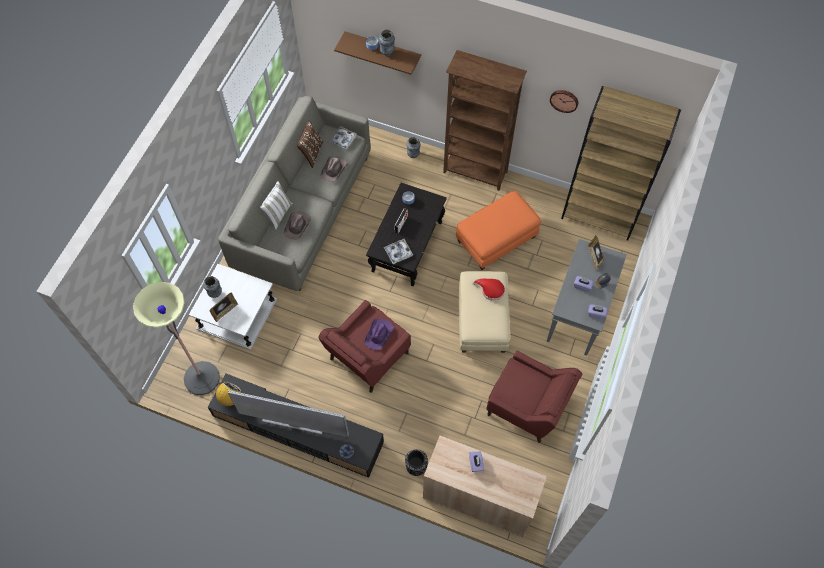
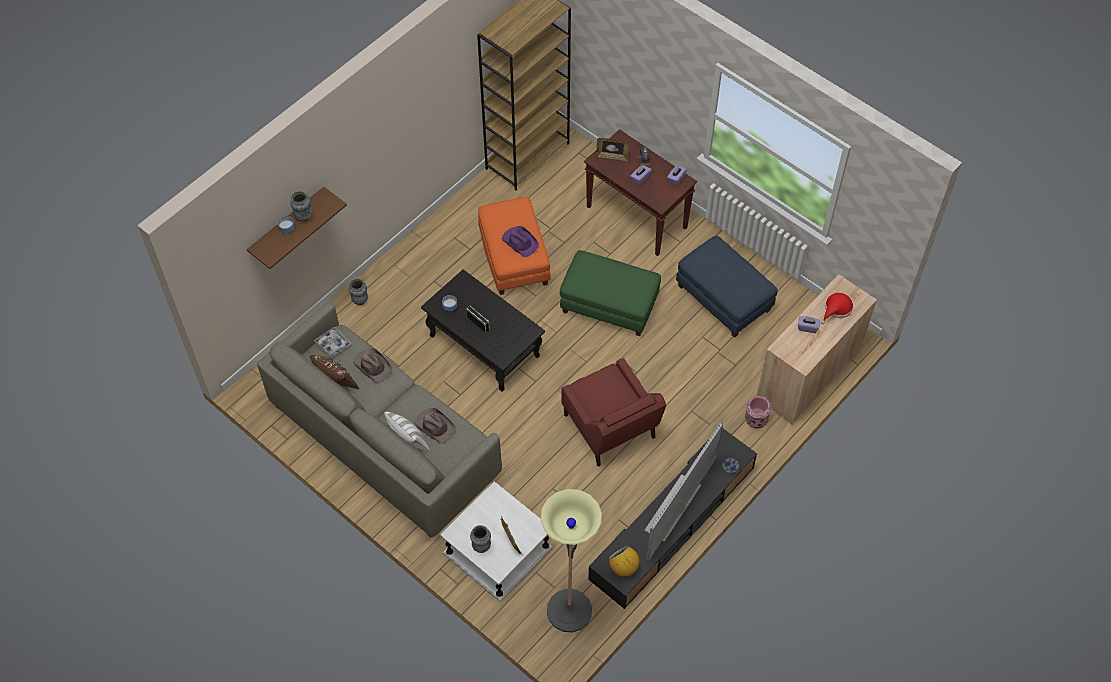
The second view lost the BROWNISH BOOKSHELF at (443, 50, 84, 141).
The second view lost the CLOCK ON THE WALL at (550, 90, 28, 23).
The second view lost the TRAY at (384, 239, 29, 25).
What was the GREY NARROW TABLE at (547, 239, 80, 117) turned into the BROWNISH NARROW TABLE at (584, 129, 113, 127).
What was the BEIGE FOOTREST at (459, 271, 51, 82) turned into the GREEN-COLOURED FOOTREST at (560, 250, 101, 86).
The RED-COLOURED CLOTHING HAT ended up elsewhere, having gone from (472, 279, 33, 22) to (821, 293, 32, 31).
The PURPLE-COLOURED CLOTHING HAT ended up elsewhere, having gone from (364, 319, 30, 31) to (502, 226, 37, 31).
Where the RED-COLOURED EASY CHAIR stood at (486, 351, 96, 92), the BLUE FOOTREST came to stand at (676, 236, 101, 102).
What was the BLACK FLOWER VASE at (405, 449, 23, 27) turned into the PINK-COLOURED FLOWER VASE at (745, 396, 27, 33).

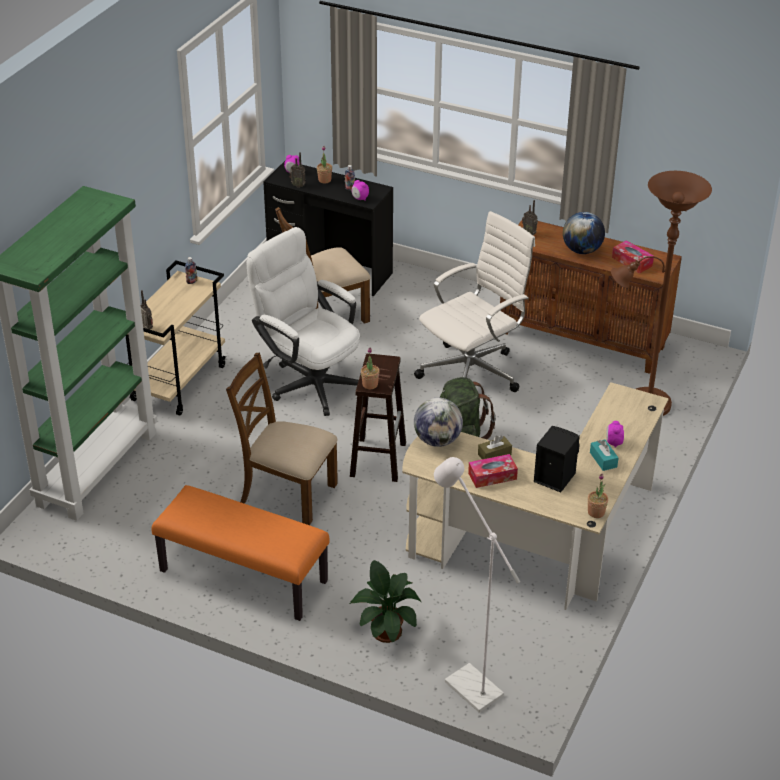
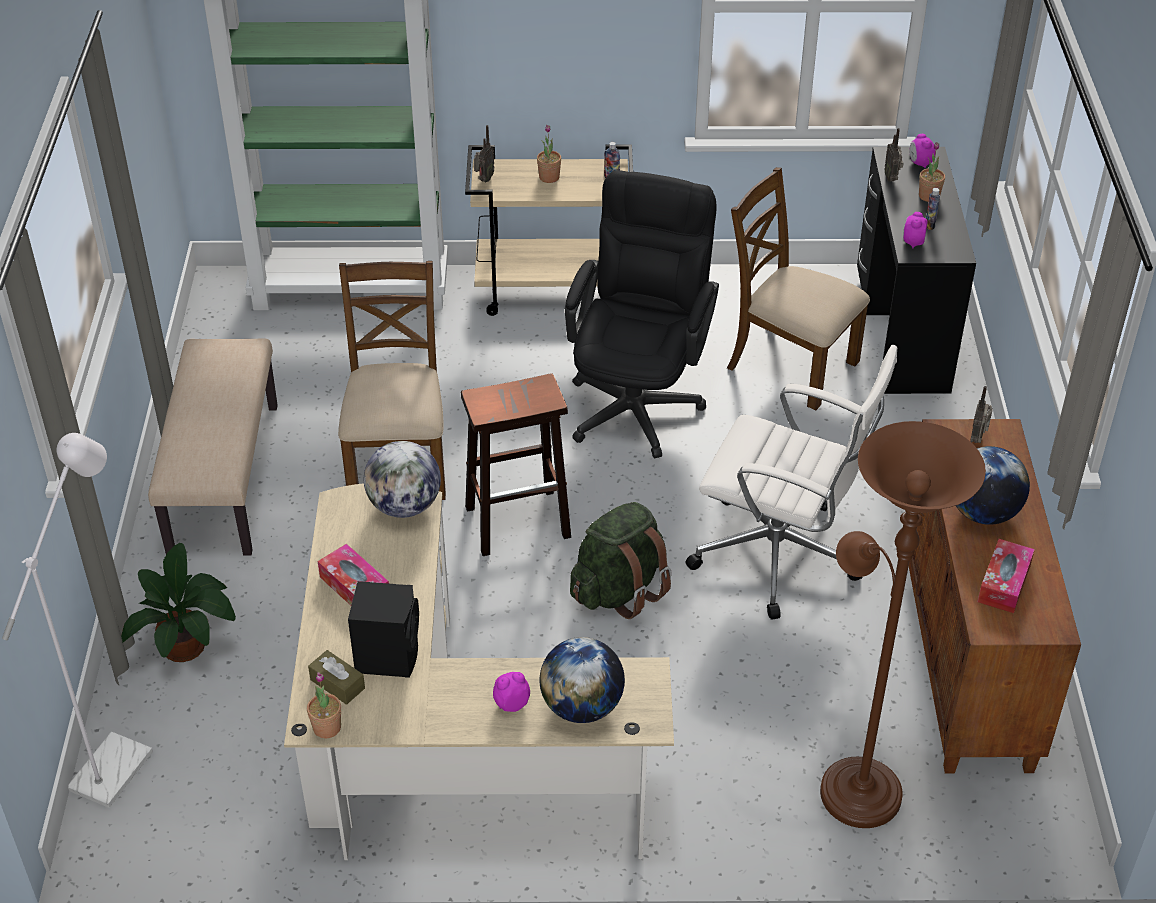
What was the WHITISH COMPUTER CHAIR at (246, 227, 114, 189) turned into the BLACK COMPUTER CHAIR at (565, 170, 154, 289).
The HOUSEPLANT ended up elsewhere, having gone from (361, 347, 19, 42) to (537, 125, 24, 58).
The BROWNISH BOX OF TISSUES ended up elsewhere, having gone from (478, 435, 34, 24) to (308, 650, 57, 55).
The second view lost the BLUE-GREEN BOX OF TISSUES at (590, 439, 28, 32).
What was the ORANGE LONG SEAT at (152, 485, 177, 136) turned into the BEIGE LONG SEAT at (148, 338, 130, 218).
The second view gained the GLOBE at (540, 637, 85, 86).

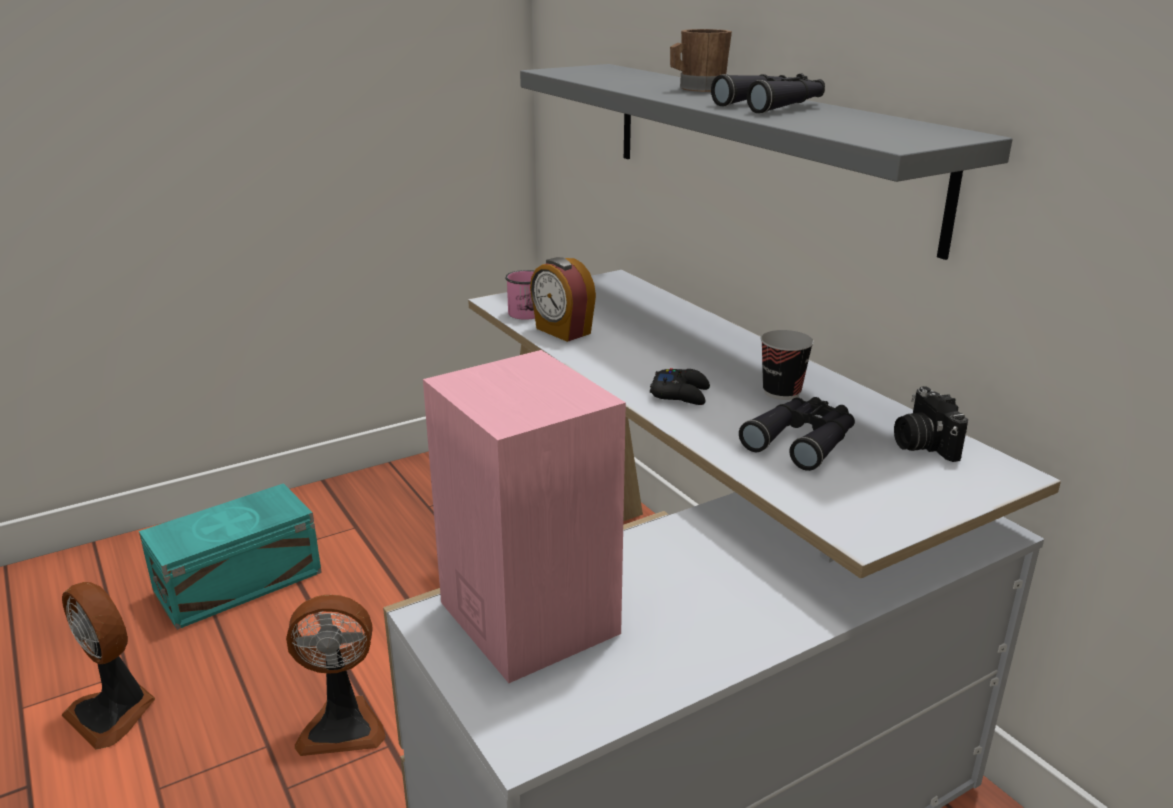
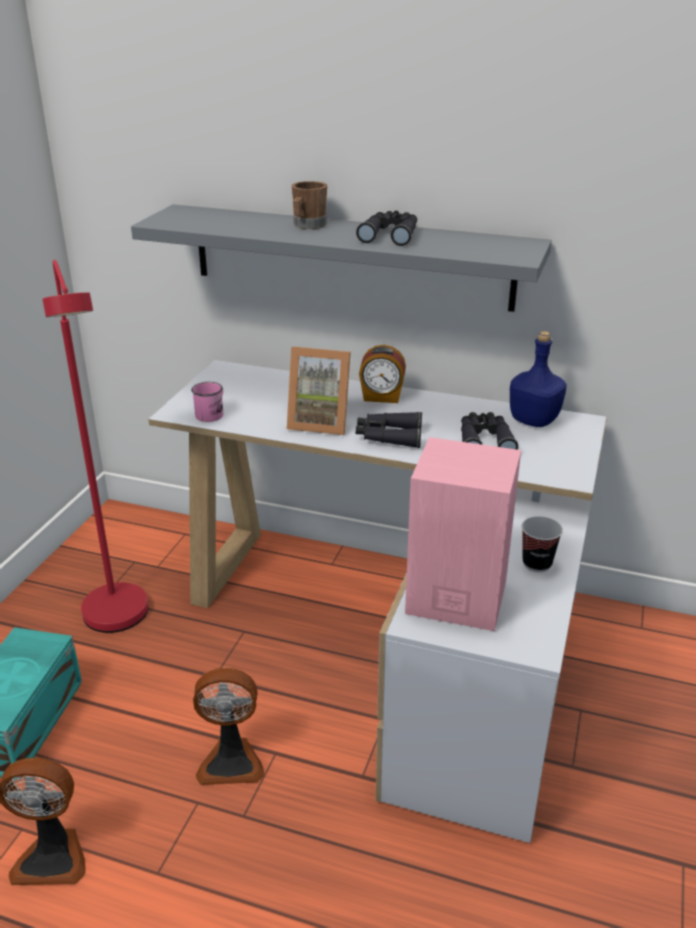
The BEDSIDE CLOCK ended up elsewhere, having gone from (530, 257, 66, 85) to (359, 345, 47, 58).
The DRINKING CUP ended up elsewhere, having gone from (761, 330, 53, 70) to (522, 516, 41, 56).
Where the BLACK GAMEPAD stood at (650, 368, 60, 37), the BLACK FIELD GLASSES came to stand at (356, 412, 66, 36).
Where the STILL CAMERA stood at (894, 386, 74, 76), the BLUE BOTTLE came to stand at (510, 331, 57, 96).
The ELECTRIC FAN at (286, 595, 100, 161) ended up facing another way, 45 degrees clockwise from before.
The second view gained the RED-COLOURED STANDARD LAMP at (42, 260, 107, 373).
The second view gained the PICTURE FRAME at (287, 347, 64, 88).

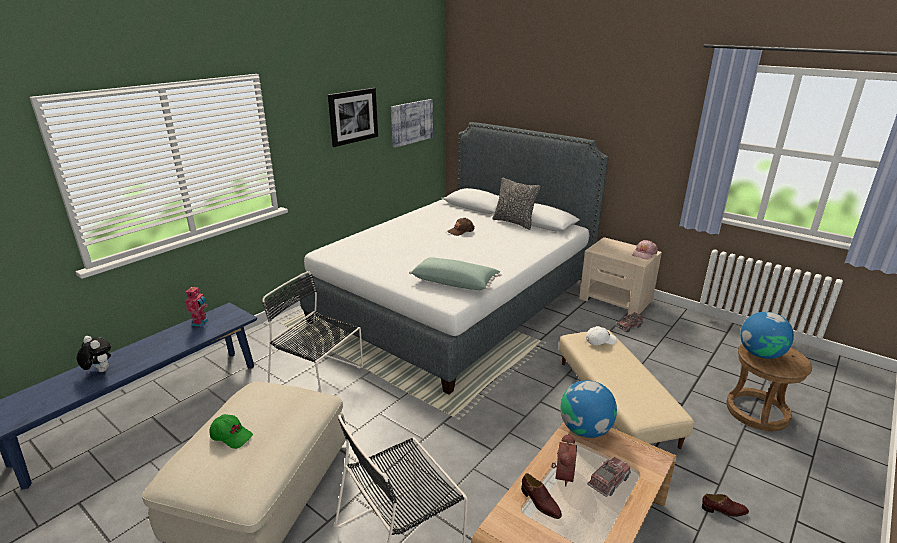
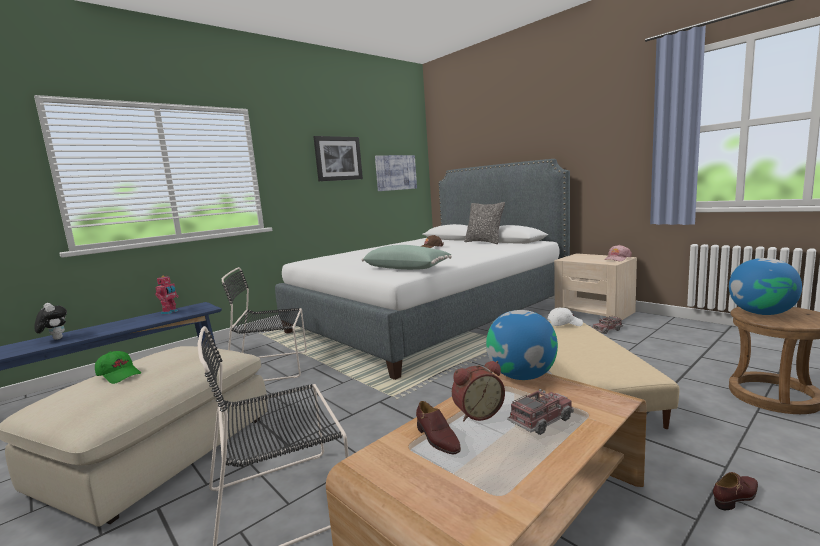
The BLACK CHAIR at (262, 271, 101, 122) ended up facing another way, 45 degrees counterclockwise from before.
The BEDSIDE CLOCK at (551, 433, 26, 53) ended up facing another way, 45 degrees clockwise from before.
The BROWNISH LOW SHOE at (702, 494, 47, 23) ended up facing another way, 45 degrees counterclockwise from before.

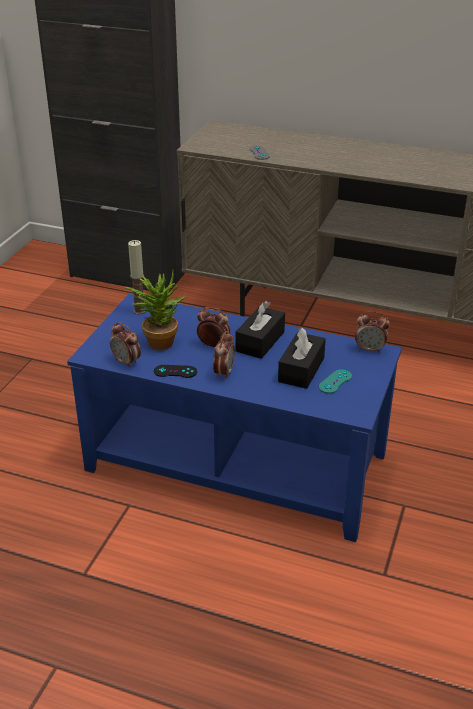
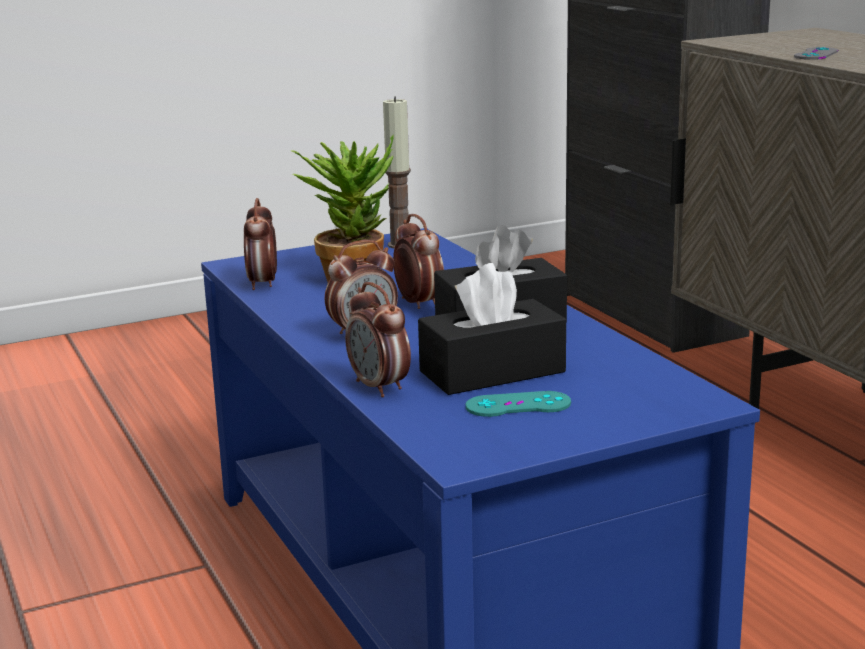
The BEDSIDE CLOCK ended up elsewhere, having gone from (355, 311, 35, 42) to (345, 282, 66, 115).
The second view lost the BLACK GAMEPAD at (154, 365, 43, 13).

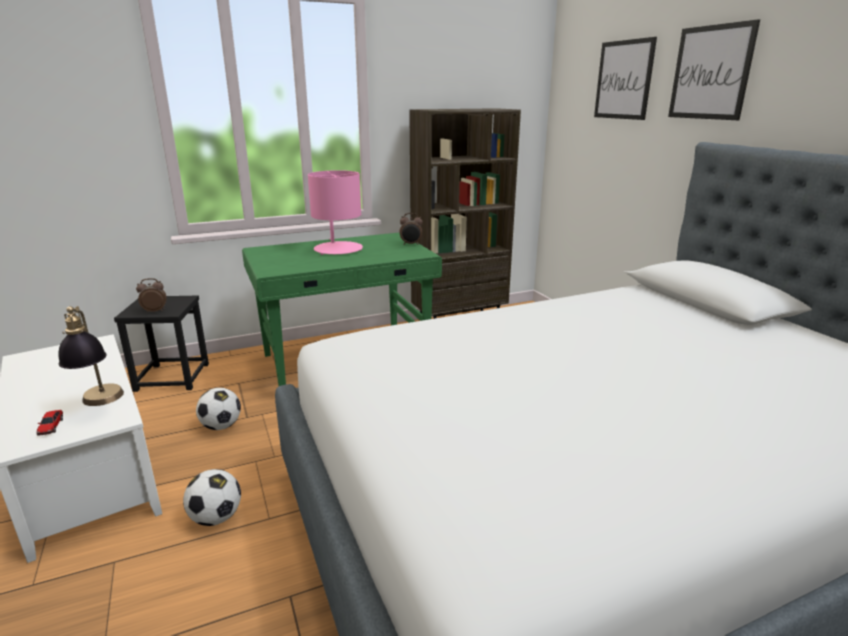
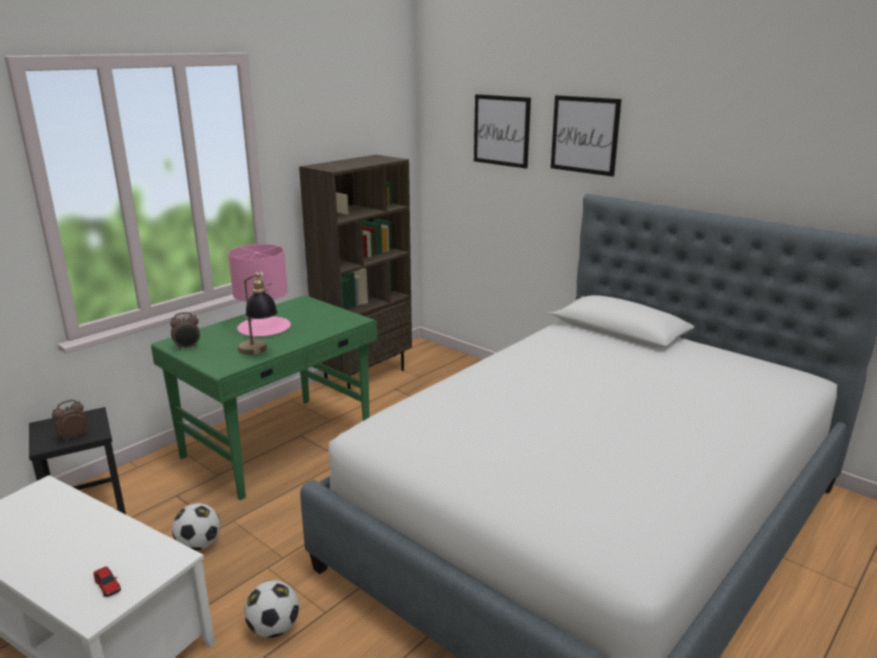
The BEDSIDE CLOCK ended up elsewhere, having gone from (400, 213, 23, 32) to (170, 312, 30, 38).
The TABLETOP LAMP ended up elsewhere, having gone from (58, 306, 66, 100) to (238, 272, 40, 83).

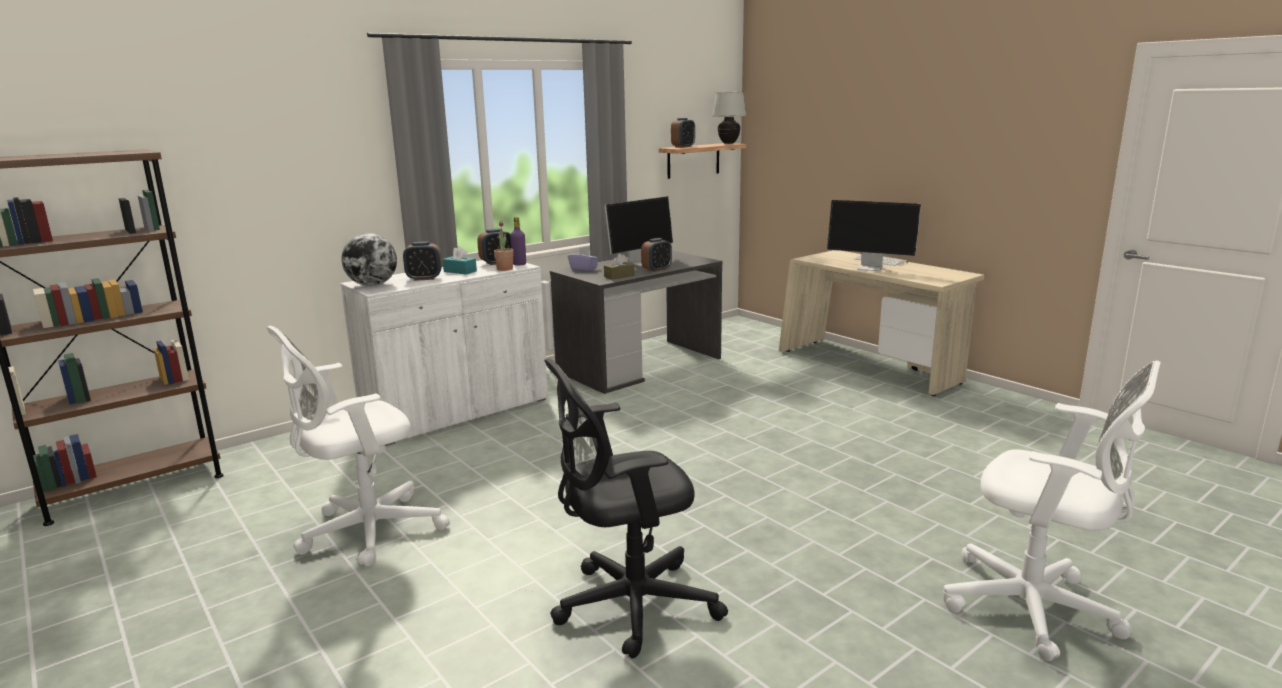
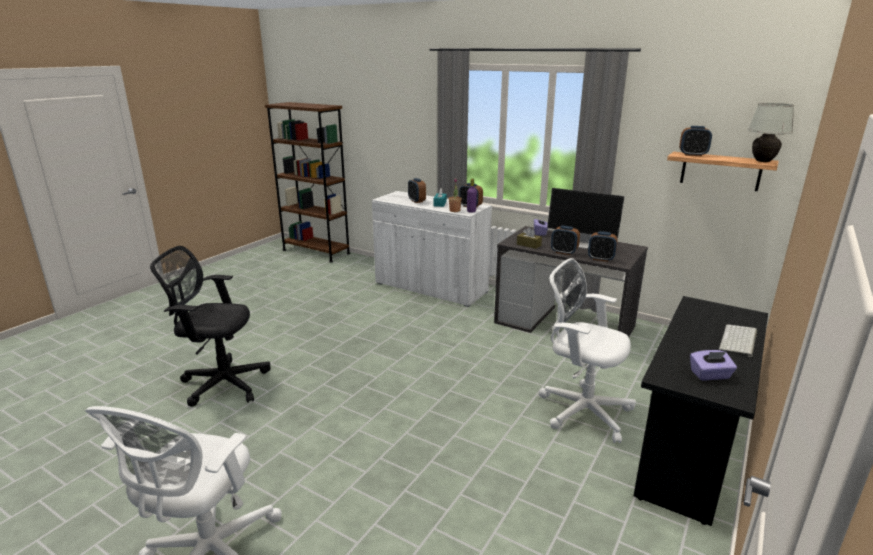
The second view lost the MONITOR at (827, 200, 94, 71).
The second view lost the GLOBE at (341, 233, 56, 53).
What was the BEIGE DESK at (779, 250, 205, 146) turned into the BLACK DESK at (634, 296, 134, 230).
The WHITISH COMPUTER CHAIR ended up elsewhere, having gone from (266, 326, 184, 240) to (539, 258, 97, 185).
The BLACK COMPUTER CHAIR at (544, 358, 184, 301) ended up facing another way, 45 degrees counterclockwise from before.
The second view gained the BEDSIDE CLOCK at (588, 231, 30, 31).
The second view gained the PURPLE-COLOURED BOX OF TISSUES at (690, 350, 47, 30).

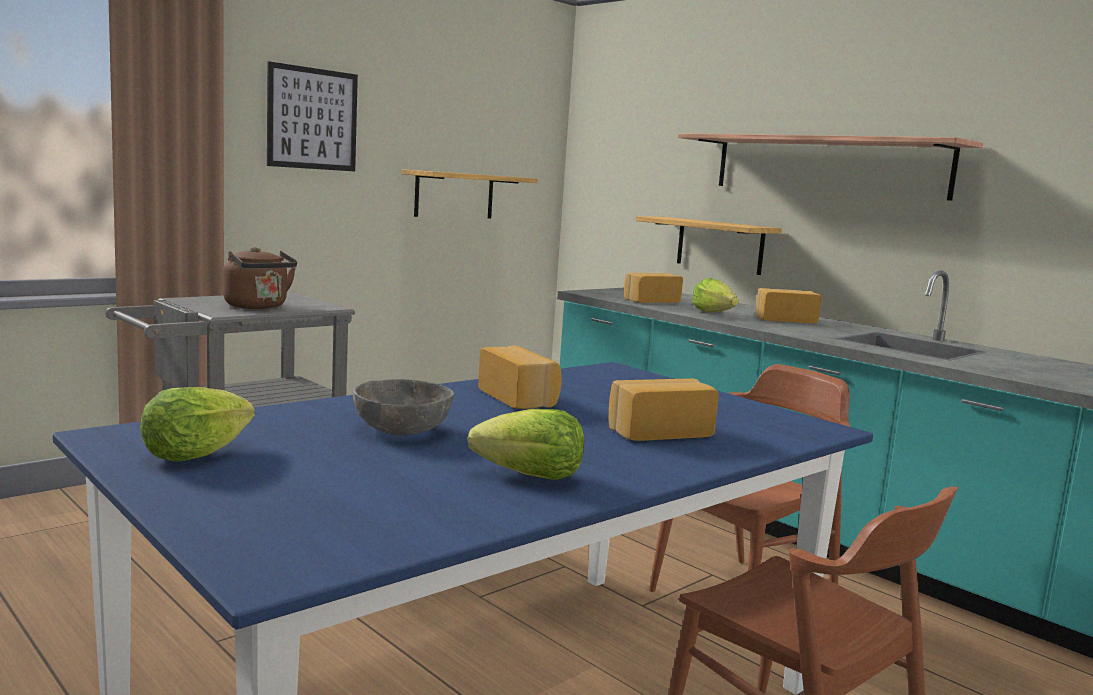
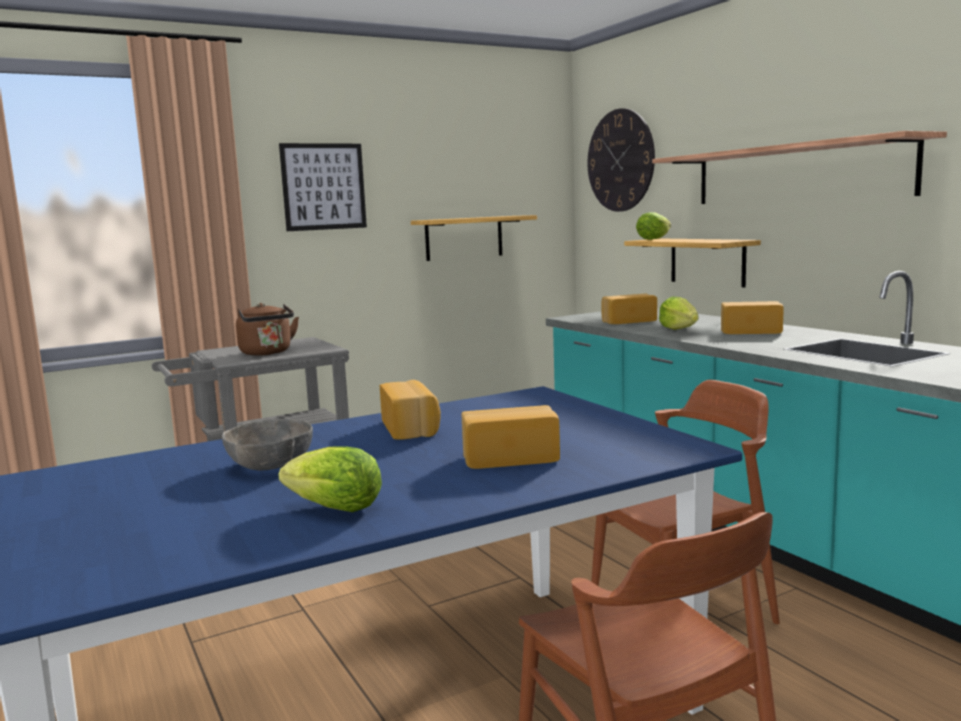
The LETTUCE HEAD ended up elsewhere, having gone from (140, 387, 115, 75) to (636, 212, 35, 28).
The second view gained the CLOCK ON THE WALL at (588, 108, 67, 104).

